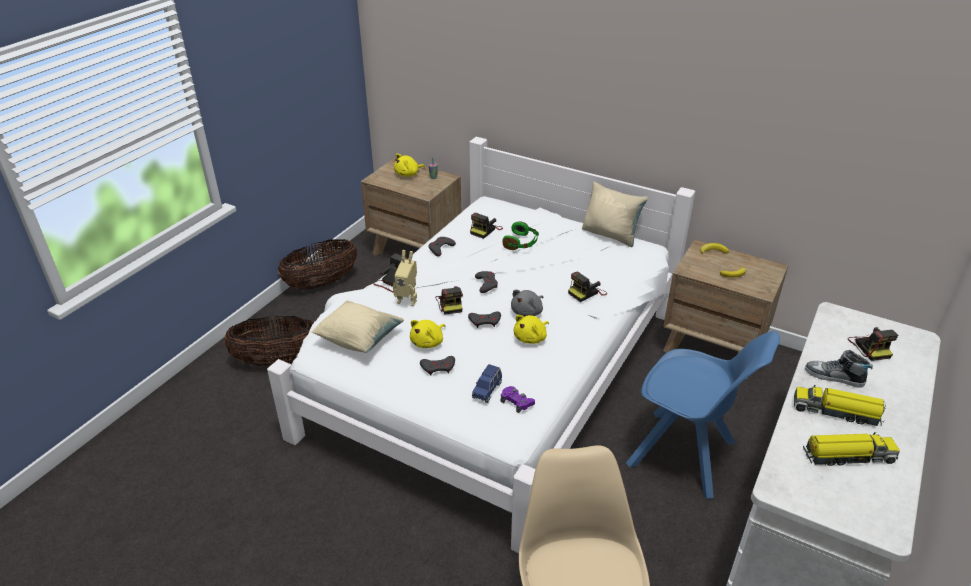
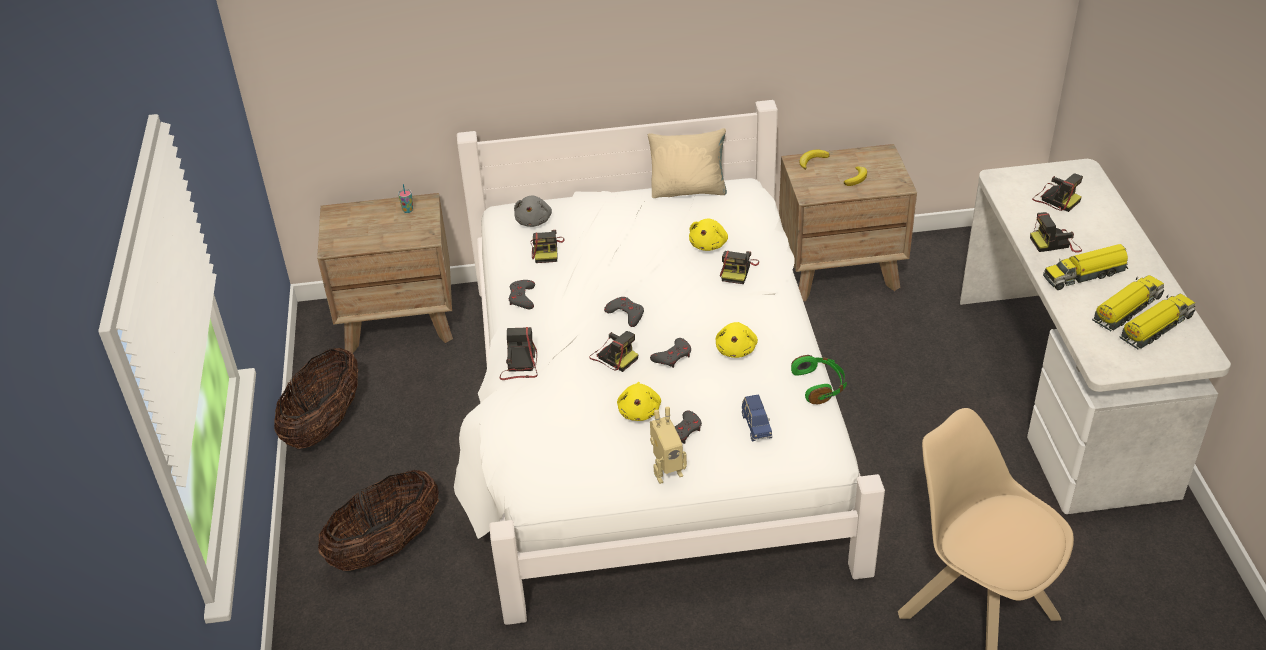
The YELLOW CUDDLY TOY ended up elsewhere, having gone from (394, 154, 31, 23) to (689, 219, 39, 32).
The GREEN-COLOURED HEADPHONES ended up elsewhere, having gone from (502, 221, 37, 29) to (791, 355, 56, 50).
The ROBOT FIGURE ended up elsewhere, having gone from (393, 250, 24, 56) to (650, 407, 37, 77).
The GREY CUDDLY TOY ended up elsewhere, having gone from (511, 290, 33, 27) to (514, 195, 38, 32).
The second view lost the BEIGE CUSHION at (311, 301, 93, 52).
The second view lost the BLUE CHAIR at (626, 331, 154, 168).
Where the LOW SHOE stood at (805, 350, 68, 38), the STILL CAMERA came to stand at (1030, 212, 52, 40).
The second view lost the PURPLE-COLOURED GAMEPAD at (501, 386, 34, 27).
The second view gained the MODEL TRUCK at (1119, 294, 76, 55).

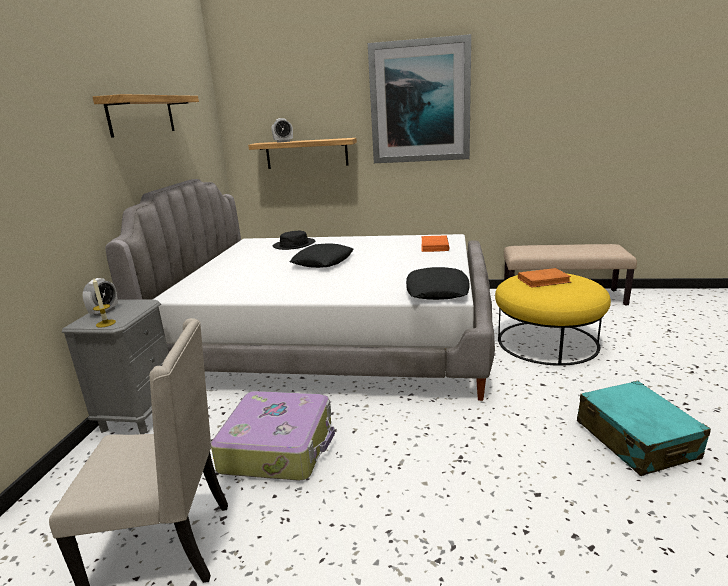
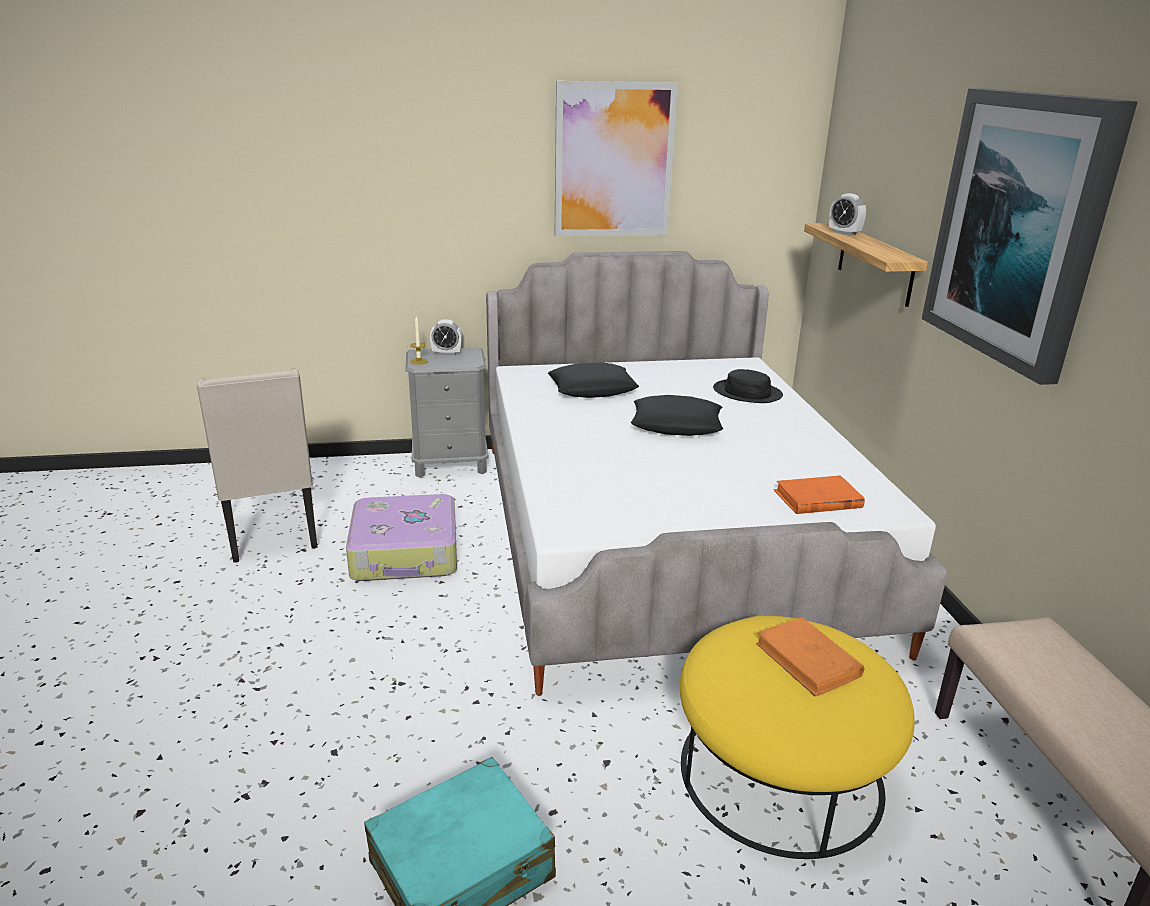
Where the WALL SHELF hung at (93, 94, 106, 44), the PICTURE came to hang at (555, 81, 123, 155).
The BLACK CUSHION ended up elsewhere, having gone from (406, 267, 63, 33) to (548, 362, 91, 36).

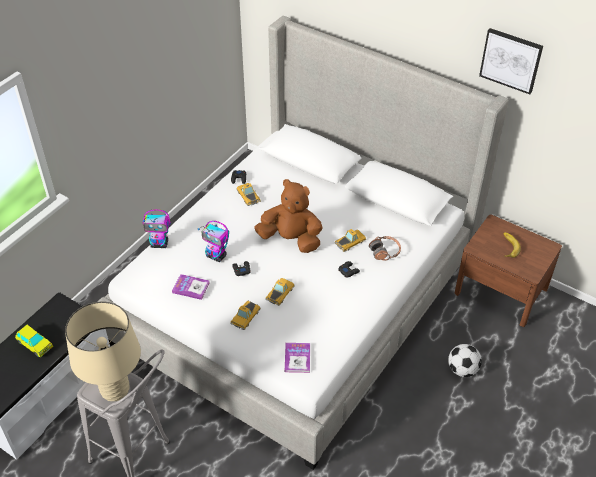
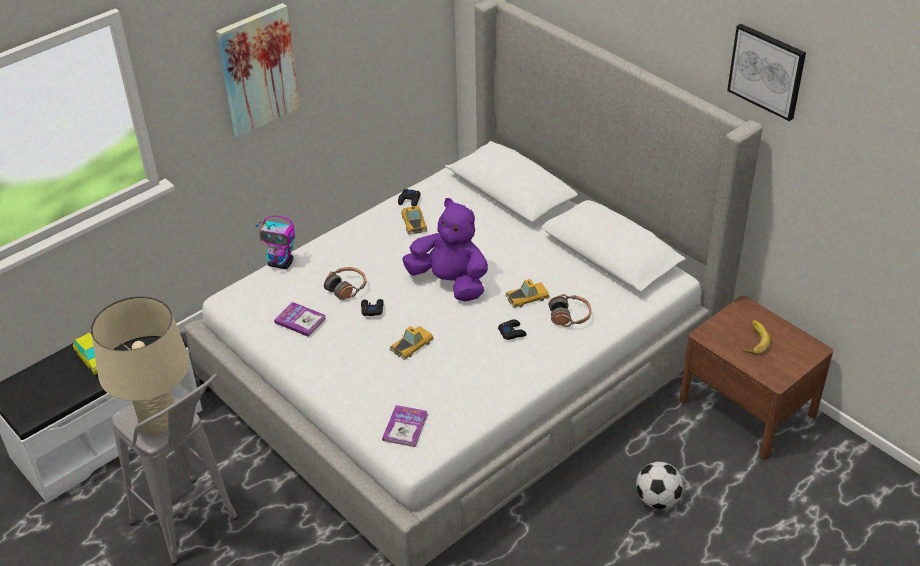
What was the BROWNISH CUDDLY TOY at (254, 179, 68, 74) turned into the PURPLE-COLOURED CUDDLY TOY at (402, 198, 86, 103).
Where the ROBOT FIGURE stood at (198, 221, 31, 41), the HEADPHONES came to stand at (324, 267, 42, 33).
The second view lost the TOY CAR at (230, 301, 31, 29).
The second view gained the PICTURE at (216, 3, 84, 134).

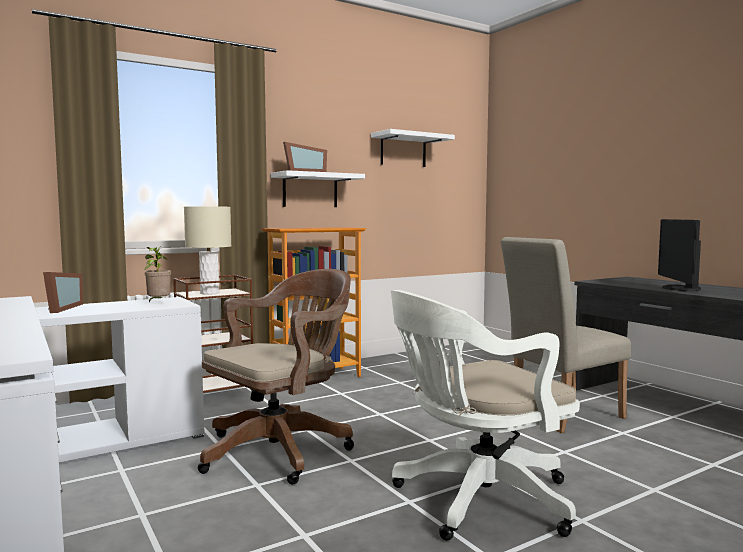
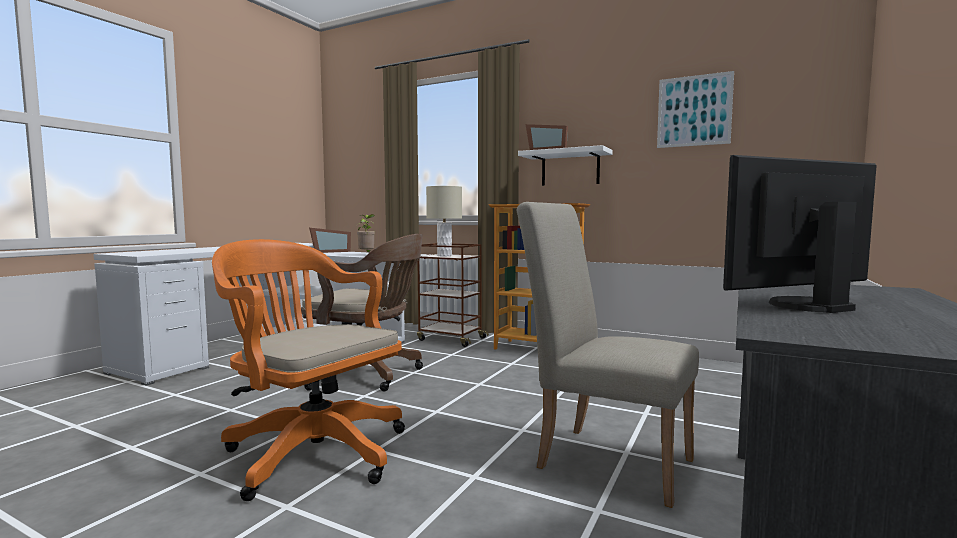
Where the WHITISH WALL SHELF hung at (371, 129, 84, 38), the PICTURE came to hang at (657, 71, 77, 77).
What was the WHITISH COMPUTER CHAIR at (391, 290, 189, 250) turned into the ORANGE COMPUTER CHAIR at (212, 239, 193, 262).

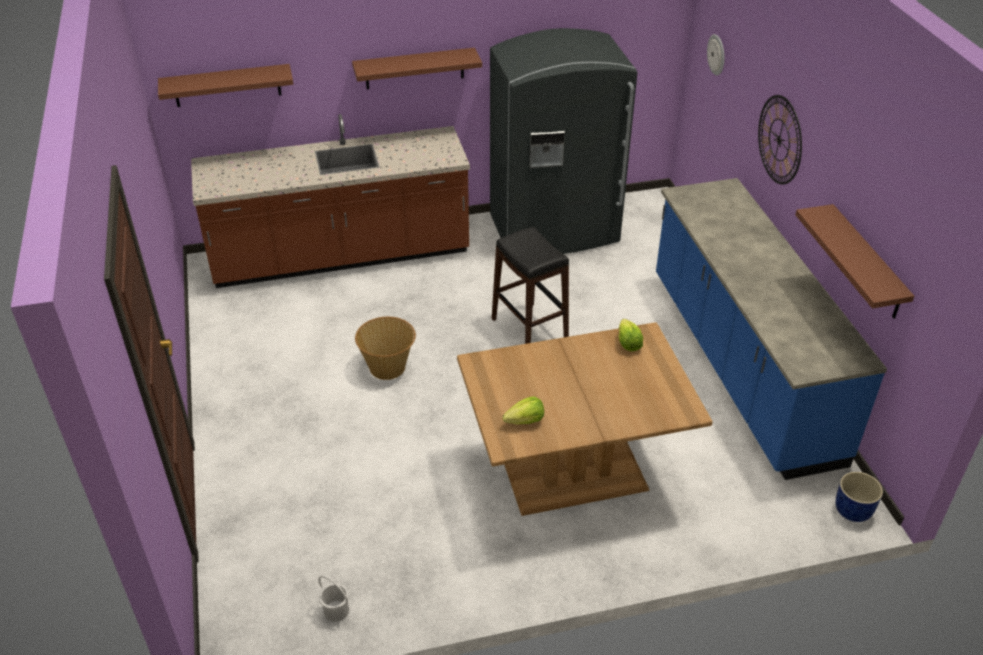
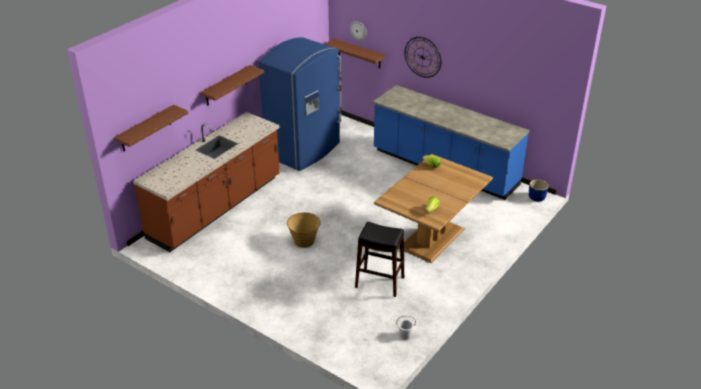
What was the GREY FRIDGE at (490, 28, 148, 226) turned into the BLUE FRIDGE at (258, 37, 83, 134).
The BROWNISH WALL SHELF ended up elsewhere, having gone from (795, 204, 119, 115) to (325, 39, 61, 29).
The BLACK STOOL ended up elsewhere, having gone from (492, 227, 77, 117) to (355, 222, 49, 75).

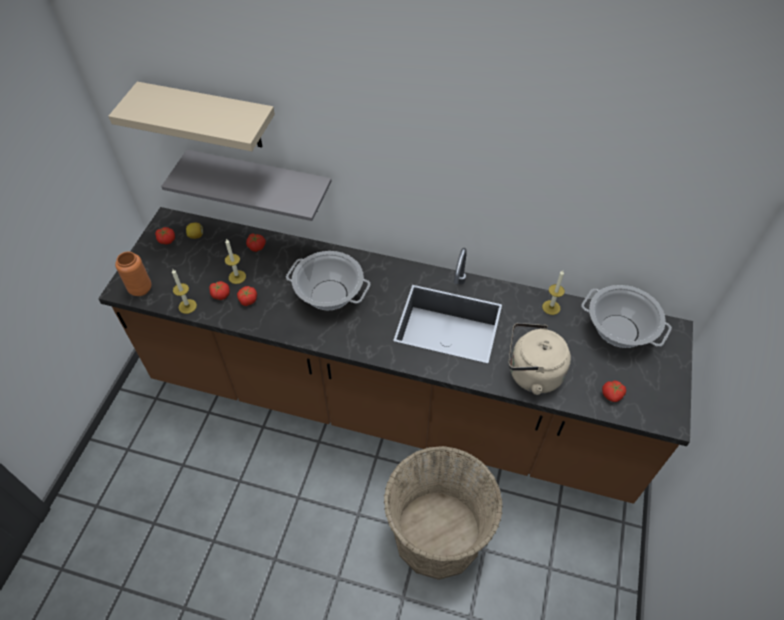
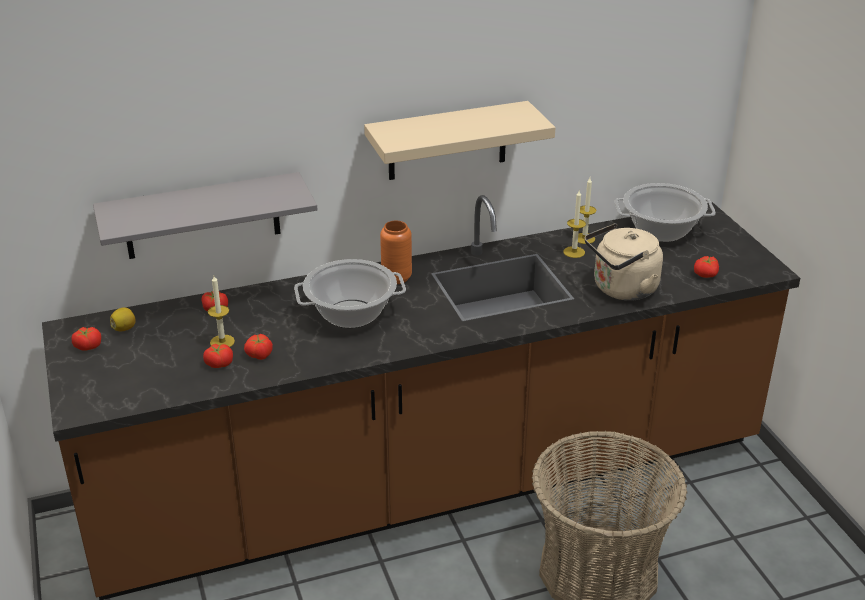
The BEIGE WALL SHELF ended up elsewhere, having gone from (108, 82, 167, 69) to (364, 101, 191, 79).
The ORANGE FLOWER VASE ended up elsewhere, having gone from (115, 252, 36, 44) to (380, 221, 32, 63).
The WAX CANDLE ended up elsewhere, having gone from (172, 269, 25, 45) to (563, 191, 23, 67).

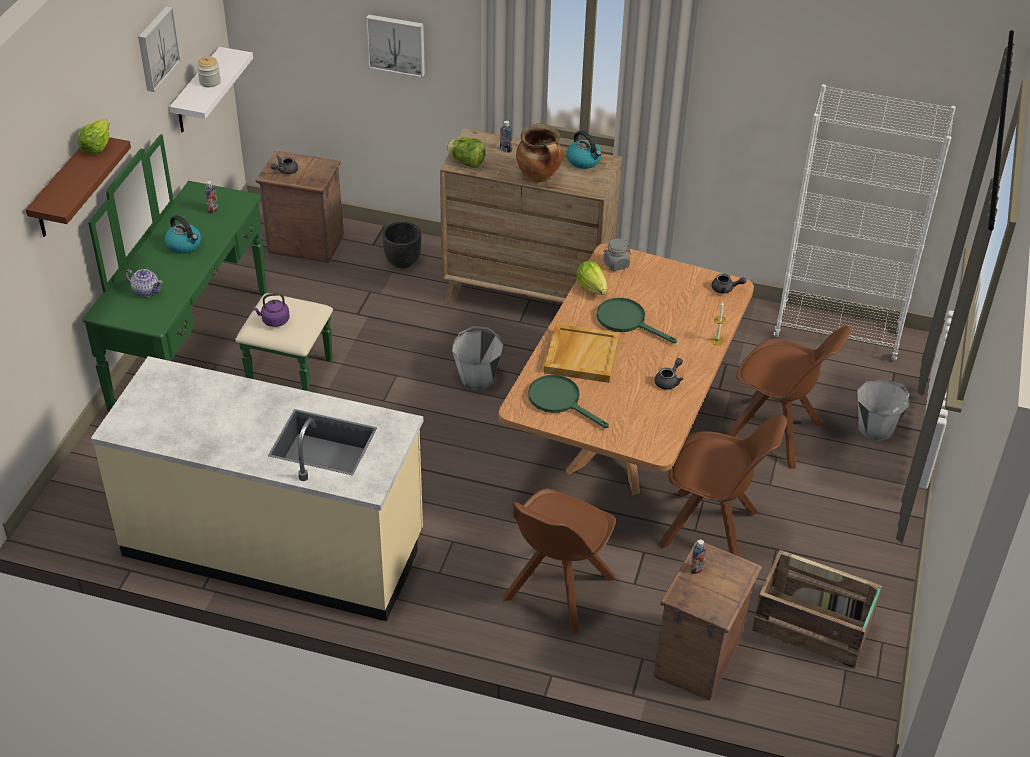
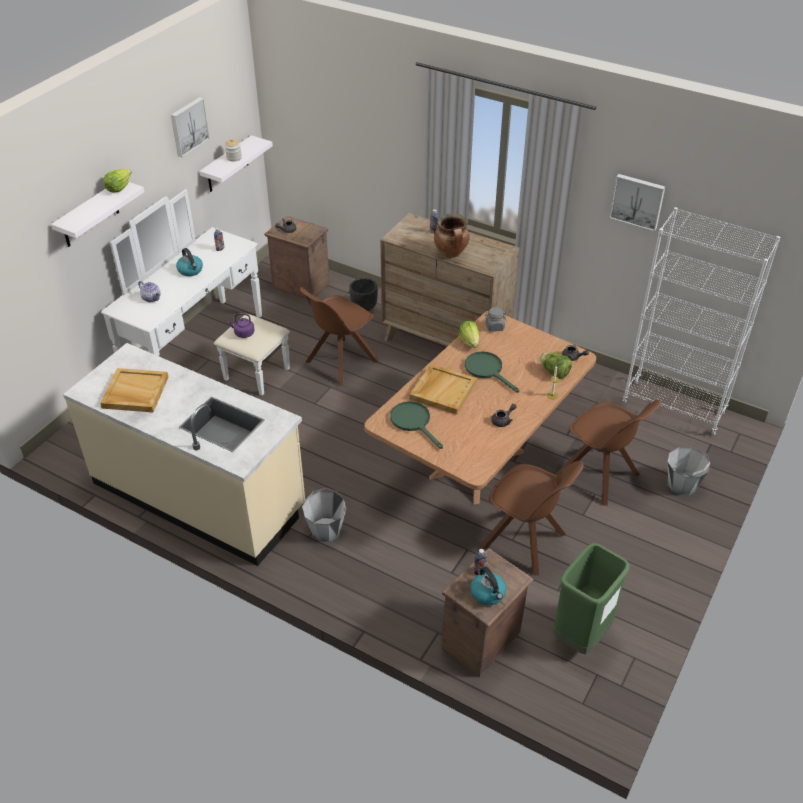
The PICTURE ended up elsewhere, having gone from (366, 14, 59, 64) to (609, 174, 56, 58).
The TEA KETTLE ended up elsewhere, having gone from (566, 130, 36, 39) to (470, 567, 36, 38).
What was the GREEN-COLOURED DRAWER CHEST at (82, 134, 251, 279) turned into the WHITISH DRAWER CHEST at (101, 189, 189, 206).
What was the BROWNISH WALL SHELF at (25, 137, 106, 100) turned into the WHITISH WALL SHELF at (51, 182, 94, 65).
The LETTUCE HEAD ended up elsewhere, having gone from (447, 138, 39, 30) to (540, 352, 32, 27).
The GREY BUCKET ended up elsewhere, having gone from (452, 326, 51, 64) to (302, 488, 45, 54).
The BROWNISH CHAIR ended up elsewhere, having gone from (503, 488, 113, 146) to (300, 287, 79, 99).
Where the SHIPPING CRATE stood at (752, 550, 130, 118), the GREEN-COLOURED RUBBISH BIN came to stand at (553, 543, 77, 111).
The second view gained the BEIGE TRAY at (100, 368, 68, 44).

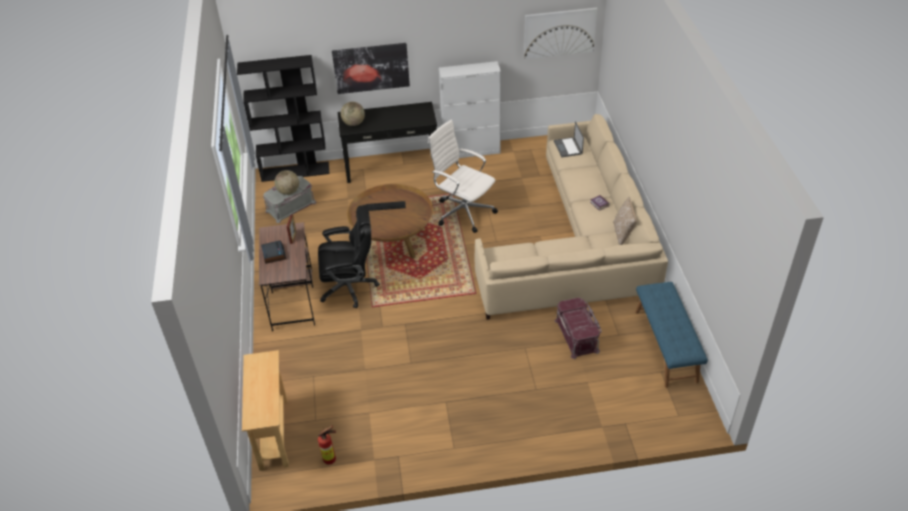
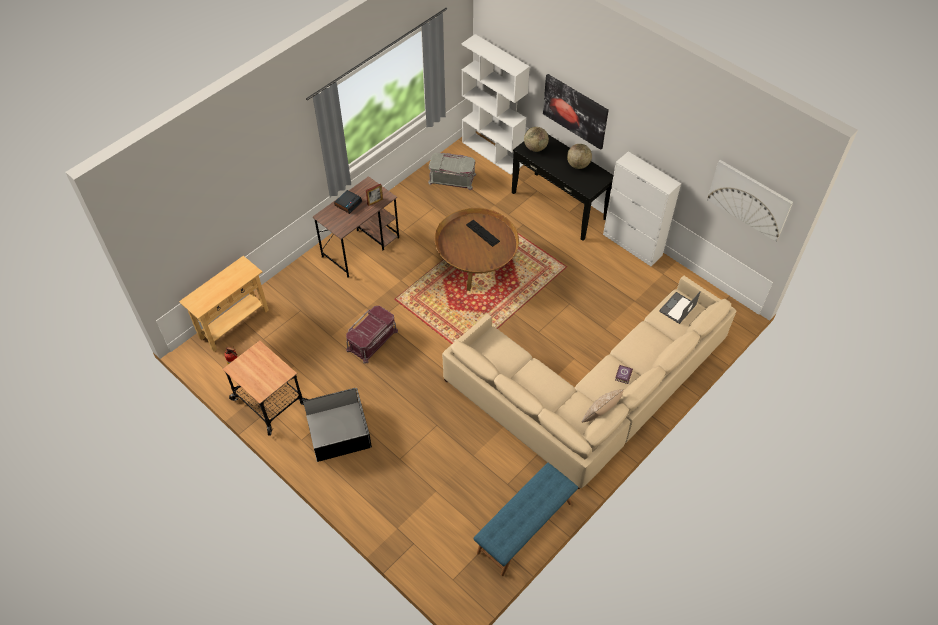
What was the BLACK BOOKSHELF at (237, 55, 93, 127) turned into the WHITISH BOOKSHELF at (461, 34, 69, 141).
The second view lost the WHITISH COMPUTER CHAIR at (428, 120, 70, 113).
The GLOBE ended up elsewhere, having gone from (274, 170, 25, 25) to (567, 144, 25, 25).
The second view lost the BLACK COMPUTER CHAIR at (318, 205, 62, 103).
The RED-COLOURED STORAGE BIN ended up elsewhere, having gone from (554, 297, 48, 62) to (346, 306, 52, 58).
The second view gained the TROLLEY at (223, 340, 85, 96).
The second view gained the BLACK STORAGE BIN at (303, 388, 69, 74).

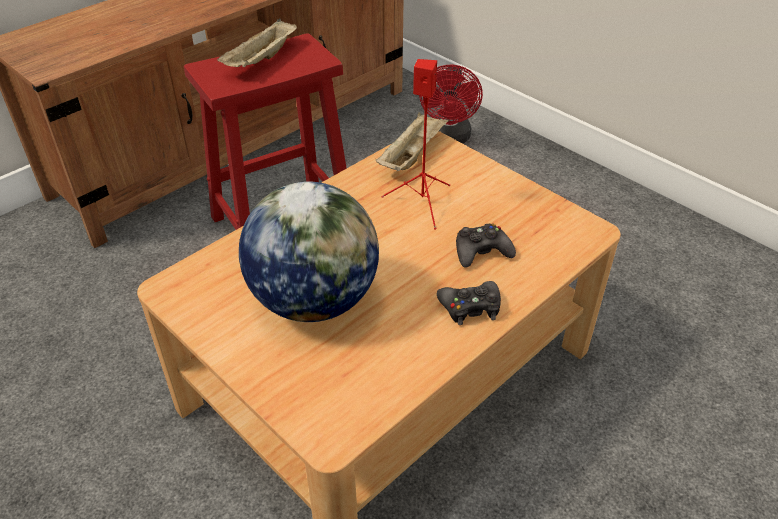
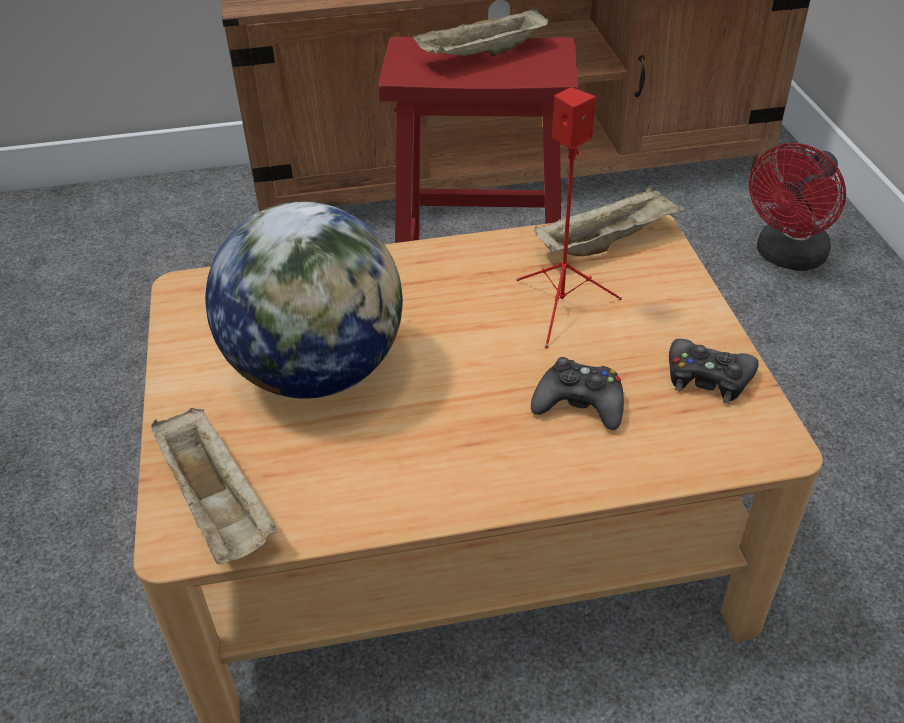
The BLACK GAMEPAD ended up elsewhere, having gone from (437, 281, 64, 44) to (669, 339, 90, 65).
The second view gained the BEIGE TRAY at (151, 408, 126, 156).

